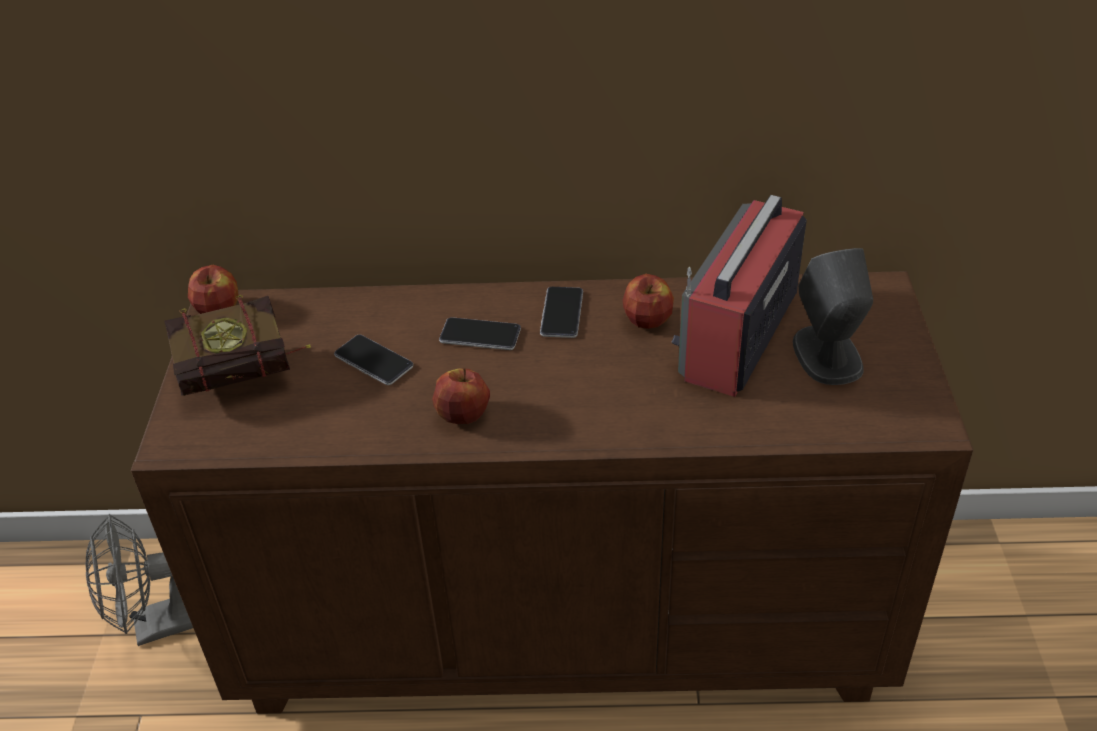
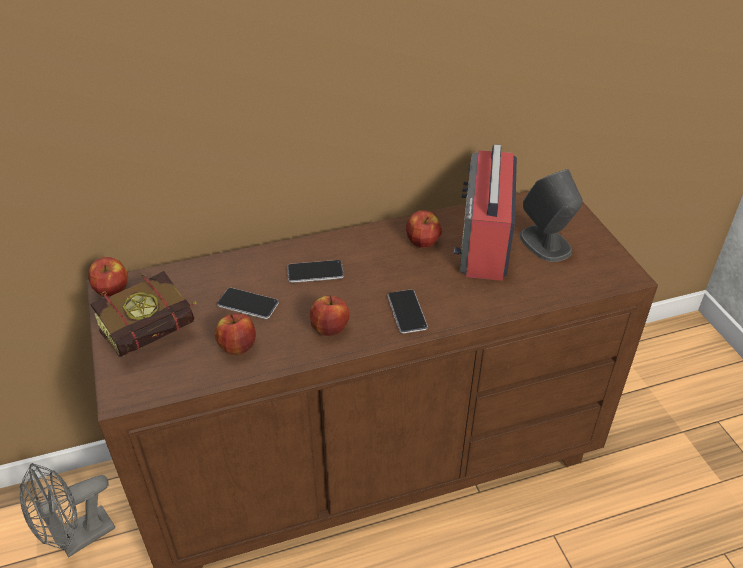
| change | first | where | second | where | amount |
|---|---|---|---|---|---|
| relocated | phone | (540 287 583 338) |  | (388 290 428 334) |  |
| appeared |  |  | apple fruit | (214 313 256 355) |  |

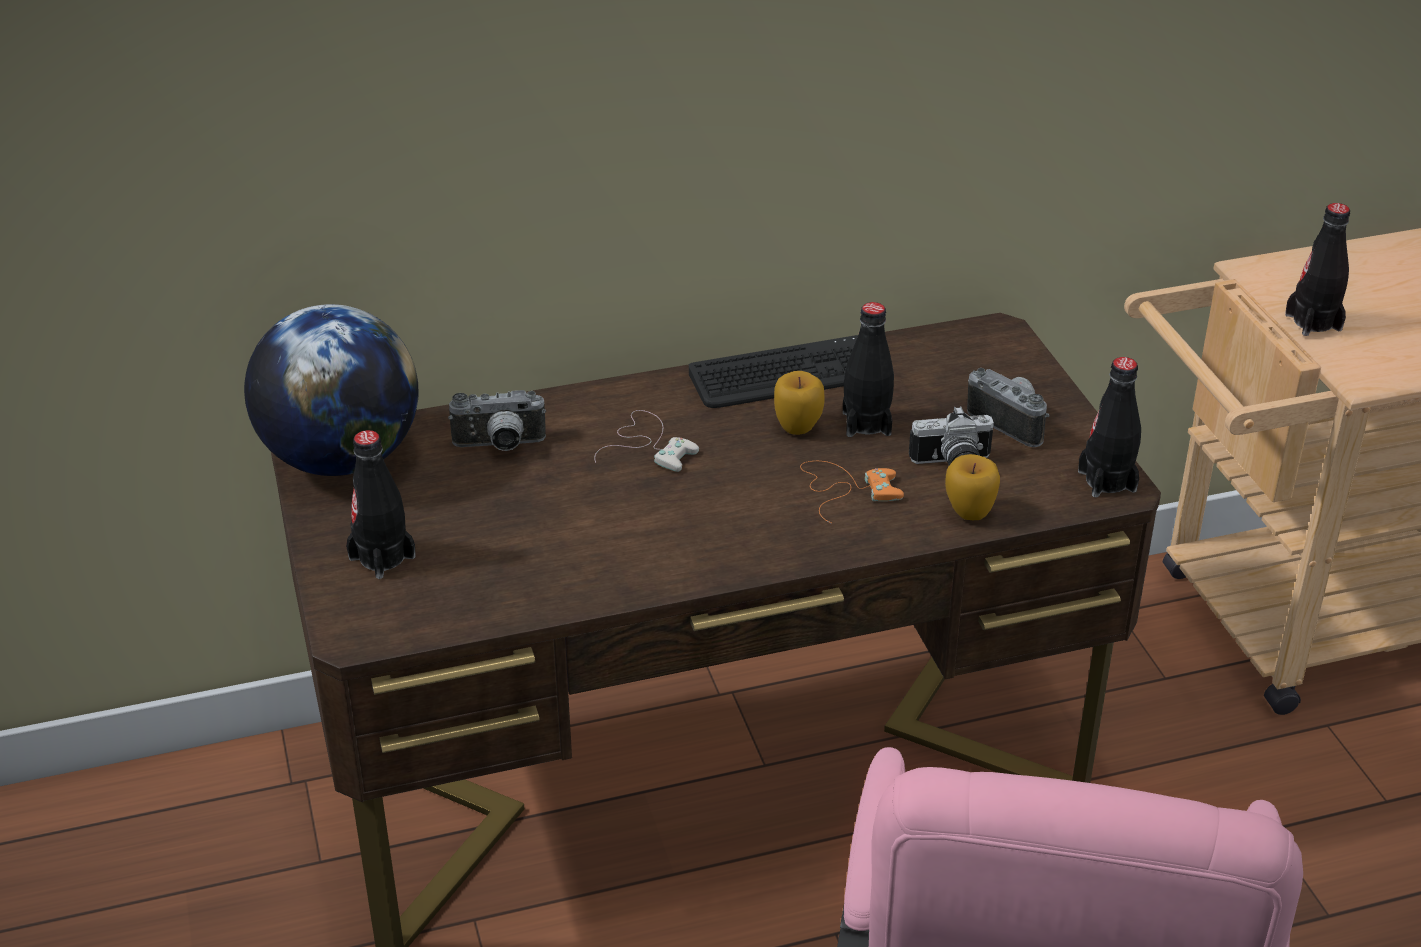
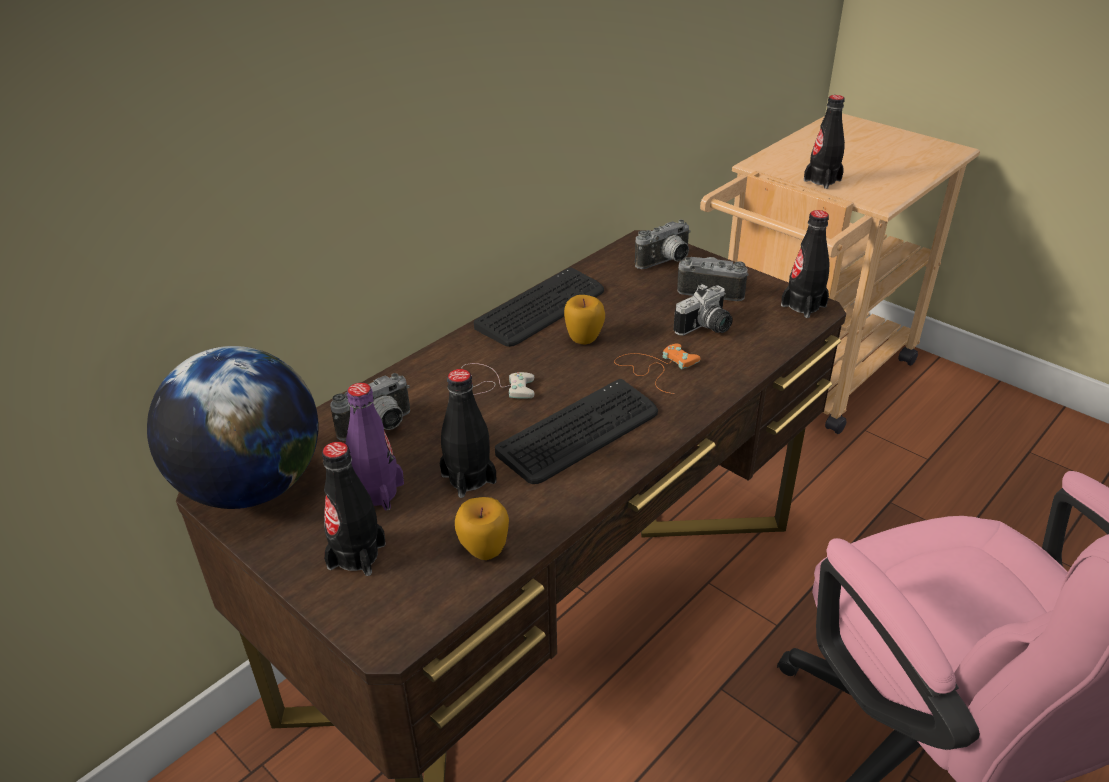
| change | first | where | second | where | amount |
|---|---|---|---|---|---|
| relocated | beverage bottle in blackish | (843 302 894 437) |  | (440 369 496 498) |  |
| relocated | apple fruit | (945 454 1000 520) |  | (455 497 509 560) |  |
| appeared |  |  | still camera | (635 219 691 269) |  |
| appeared |  |  | PC keyboard | (495 379 658 484) |  |
| appeared |  |  | beverage bottle in purplish | (345 383 404 511) |  |

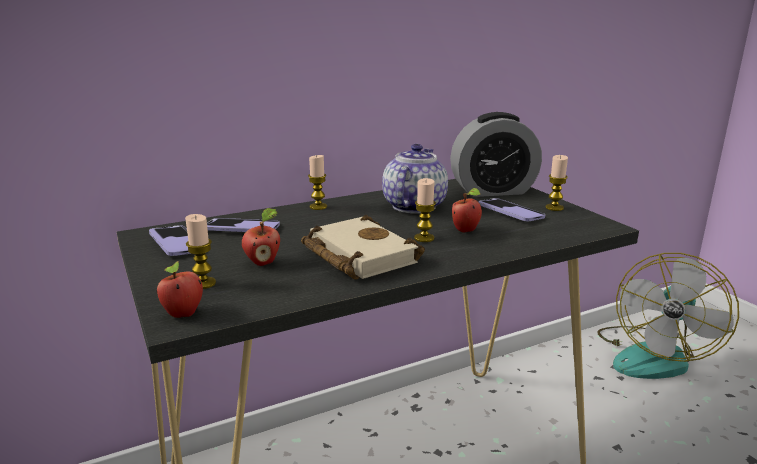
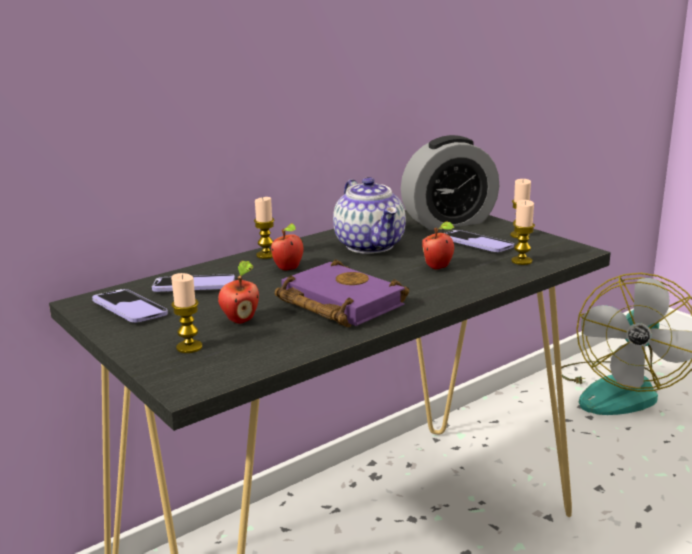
| change | first | where | second | where | amount |
|---|---|---|---|---|---|
| spun | teapot | (382 144 448 214) |  | (333 177 406 254) | 150 degrees clockwise |
| relocated | wax light | (414 178 436 242) |  | (511 200 535 265) |  |
| colour | book in beige-coloured | (301 215 425 279) | book in purplish | (275 259 409 327) |  |
| relocated | apple fruit | (156 261 203 318) |  | (271 223 303 271) |  |

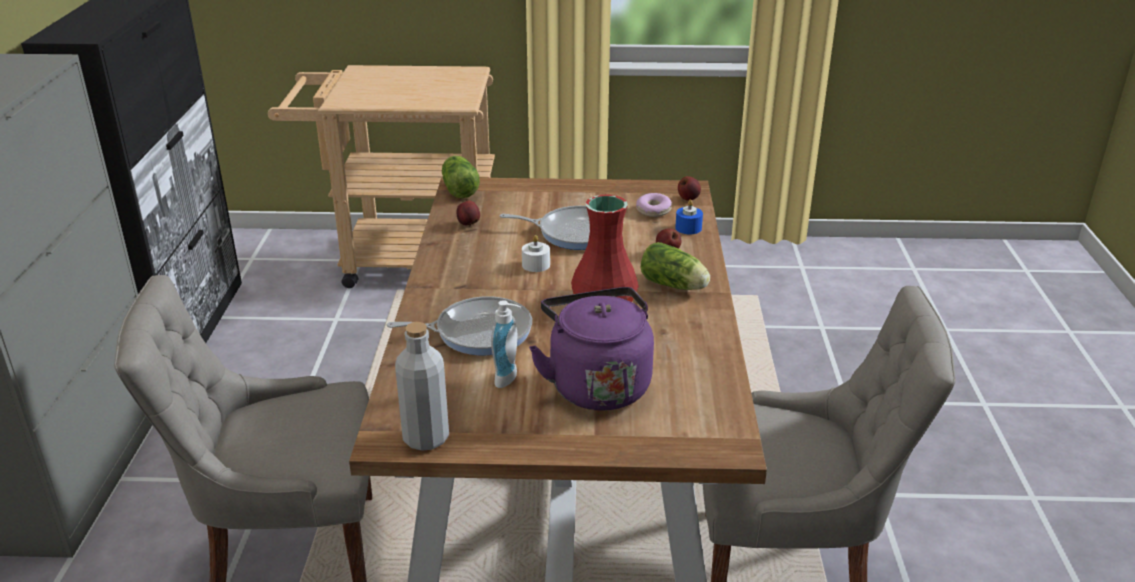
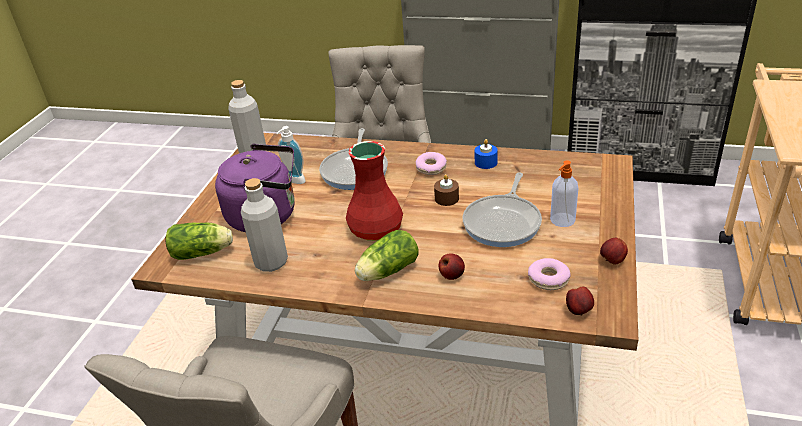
| change | first | where | second | where | amount |
|---|---|---|---|---|---|
| relocated | head of lettuce | (442 156 480 198) |  | (165 223 233 260) |  |
| relocated | wax light in bluish | (675 199 703 234) |  | (475 139 498 169) |  |
| relocated | apple fruit | (457 200 480 226) |  | (600 238 628 264) |  |
| colour | wax light in white-coloured | (522 235 550 272) | wax light in brown | (434 174 459 206) |  |
| appeared |  |  | doughnut | (416 152 447 175) |  |
| appeared |  |  | liquid soap bottle | (550 160 578 227) |  |
| appeared |  |  | beverage bottle in grey | (241 178 288 272) |  |

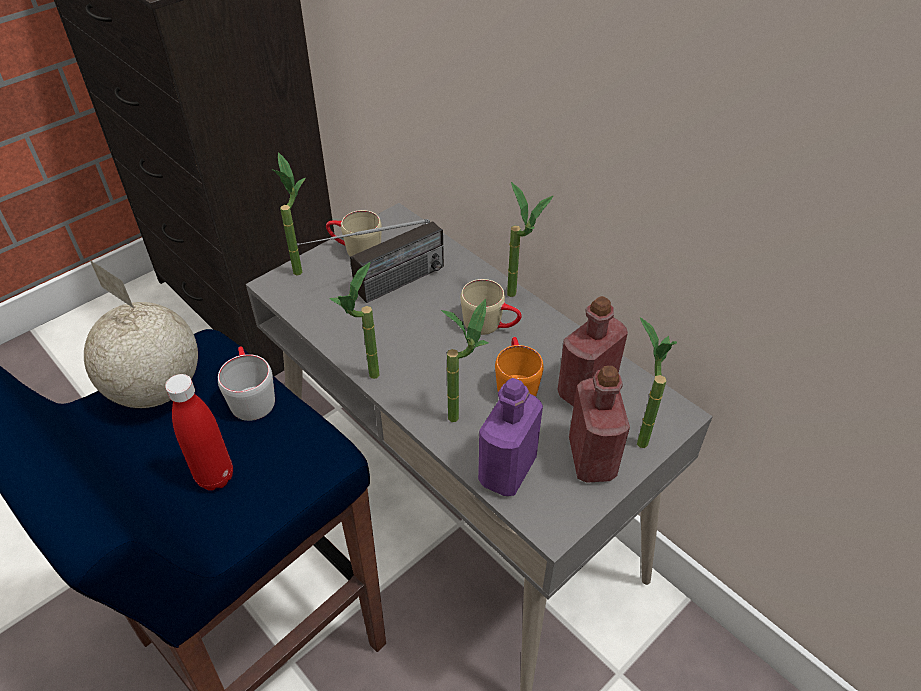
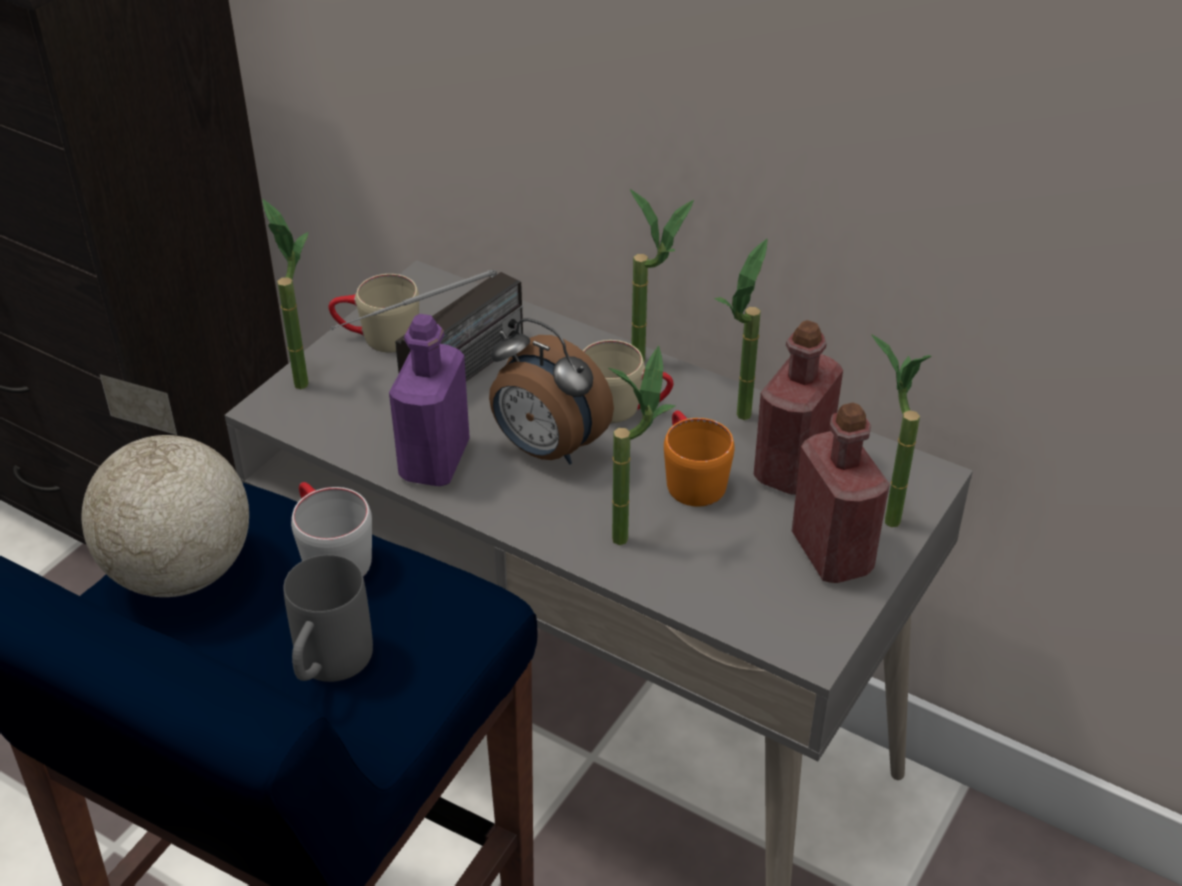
| change | first | where | second | where | amount |
|---|---|---|---|---|---|
| relocated | houseplant | (329 262 380 379) |  | (714 239 768 420) |  |
| exchanged | beverage bottle in red | (165 374 233 491) | mug in grey | (283 555 373 682) |  |
| relocated | beverage bottle in purplish | (478 378 543 496) |  | (389 314 470 486) |  |
| appeared |  |  | table clock | (489 318 614 464) |  |

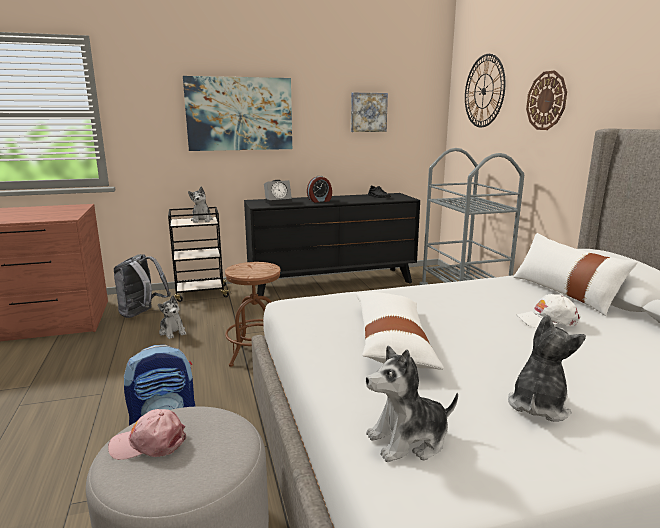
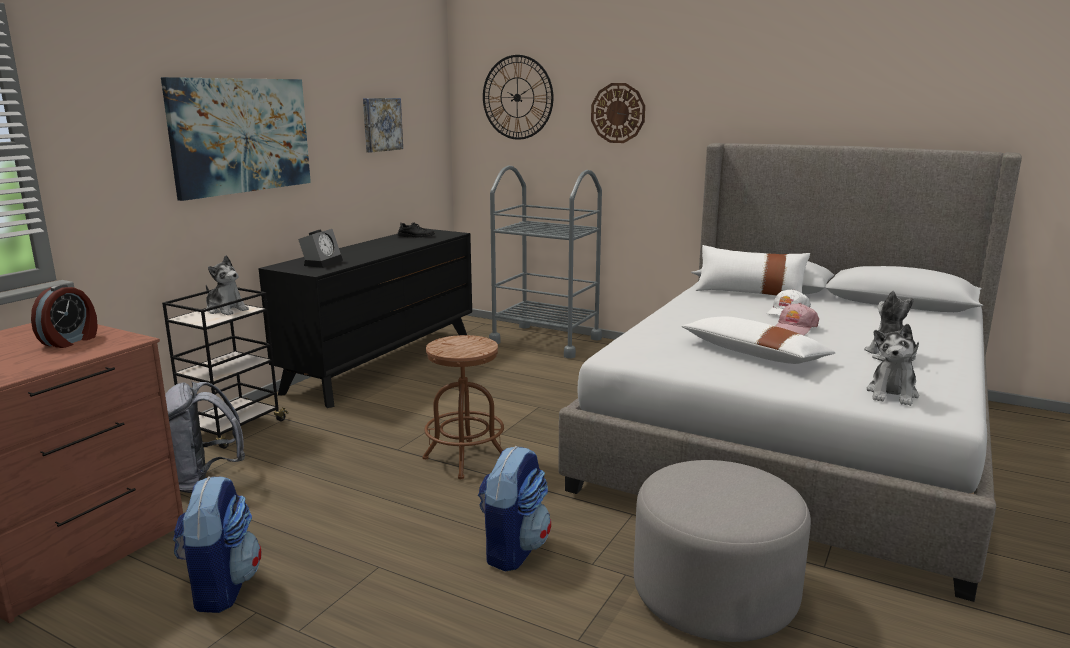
| change | first | where | second | where | amount |
|---|---|---|---|---|---|
| relocated | table clock | (307 176 332 202) |  | (31 284 98 348) |  |
| missing | cuddly toy | (158 295 186 339) |  |  |  |
| relocated | cap in pink | (108 409 186 460) |  | (776 303 819 335) |  |
| appeared |  |  | backpack | (173 476 262 613) |  |

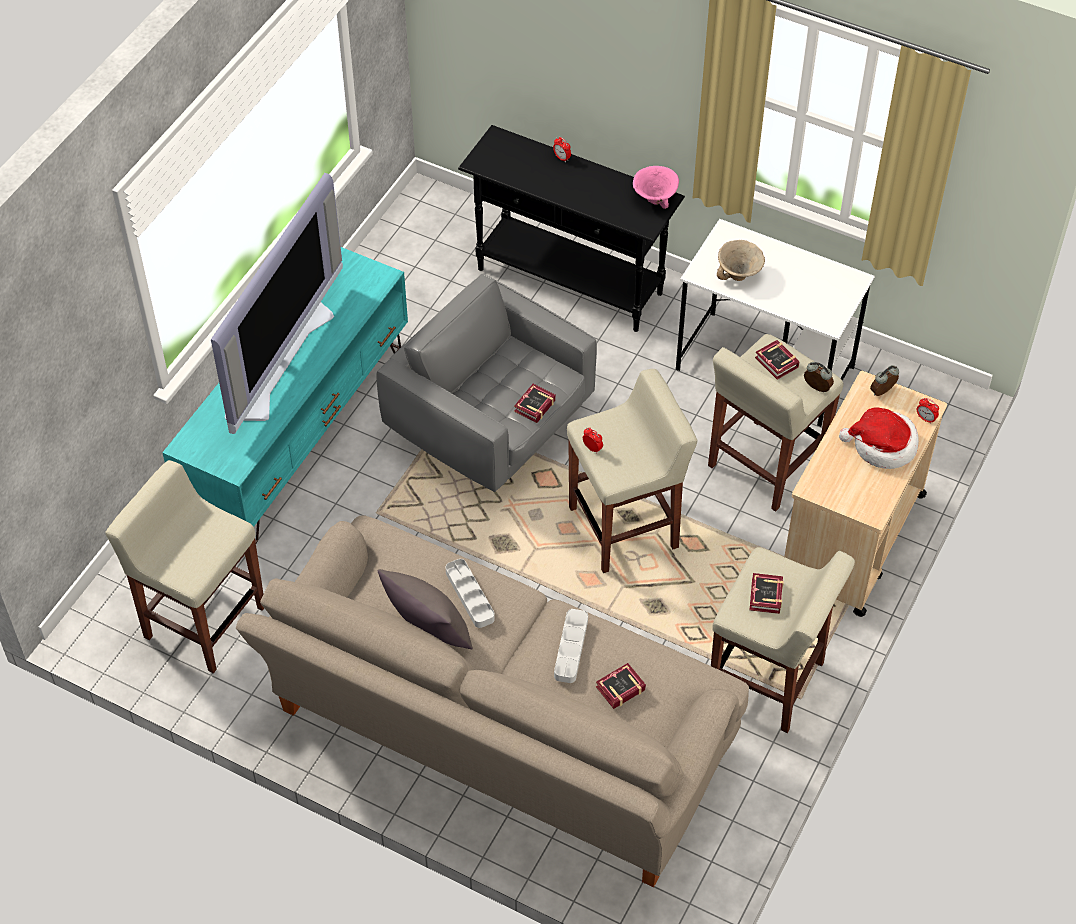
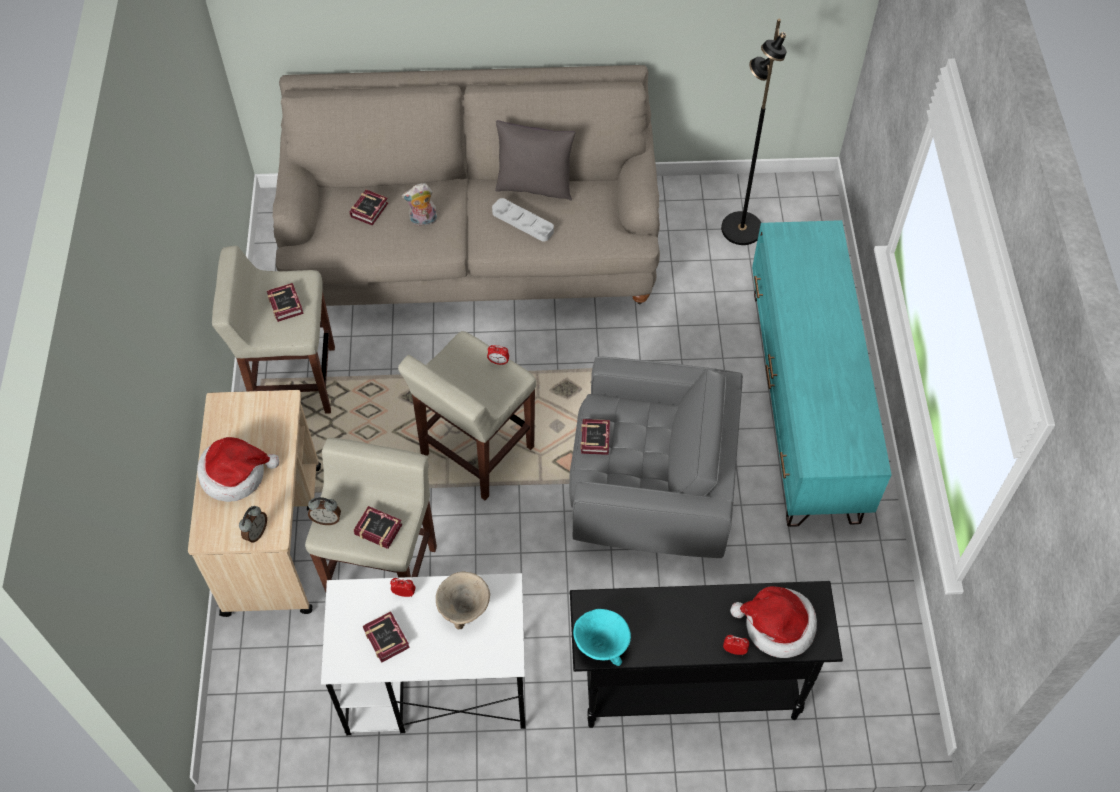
| change | first | where | second | where | amount |
|---|---|---|---|---|---|
| colour | deep dish in pink | (633 166 679 209) | deep dish in turquoise-coloured | (573 609 631 666) |  |
| missing | television | (211 173 343 434) |  |  |  |
| relocated | table clock | (917 398 939 424) |  | (390 578 415 597) |  |
| exchanged | stool in beige-coloured | (105 460 264 673) | standing lamp in blackish | (721 19 786 245) |  |
| exchanged | tray in grey | (554 609 588 683) | cuddly toy | (401 183 437 226) |  |
| appeared |  |  | hat | (730 586 817 658) |  |
| appeared |  |  | book | (363 611 410 663) |  |

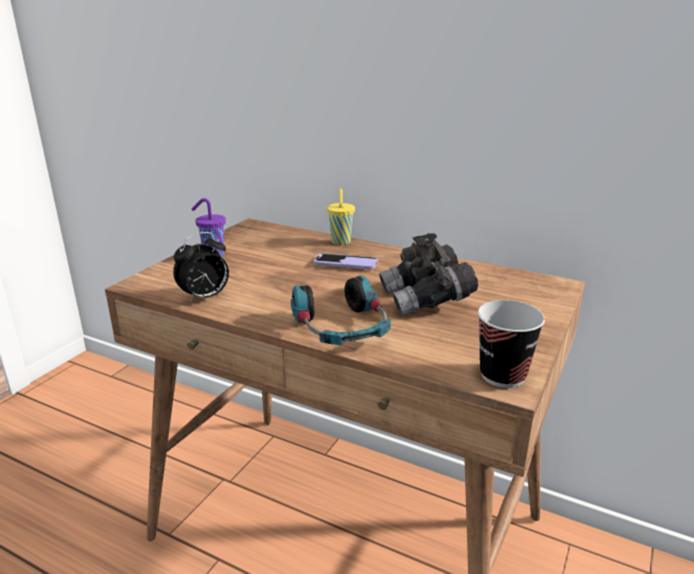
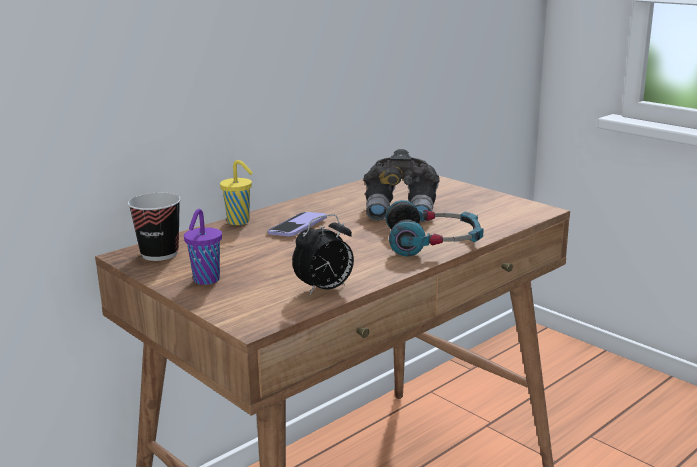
| change | first | where | second | where | amount |
|---|---|---|---|---|---|
| spun | table clock | (173 232 229 304) |  | (292 214 354 296) | 75 degrees clockwise |
| relocated | small cup | (478 300 545 388) |  | (128 193 181 261) |  |

